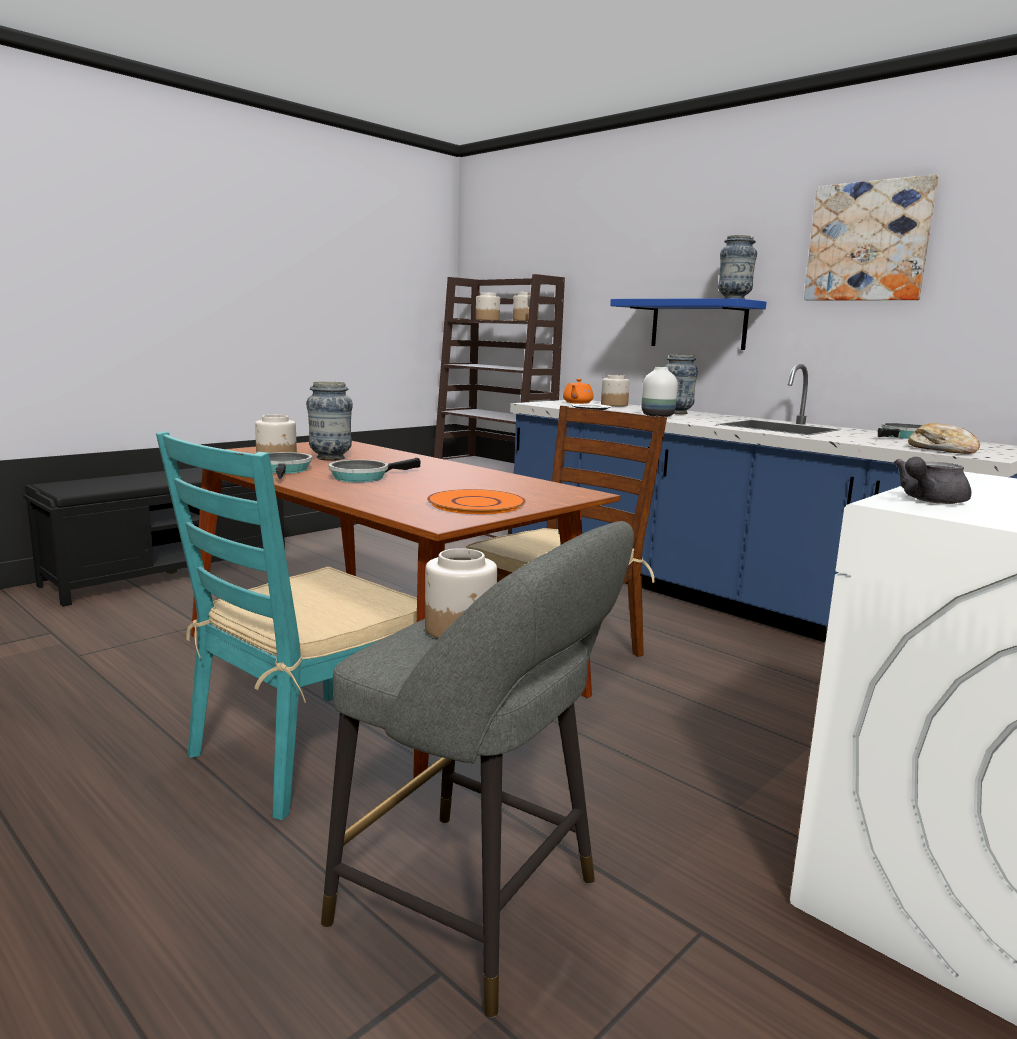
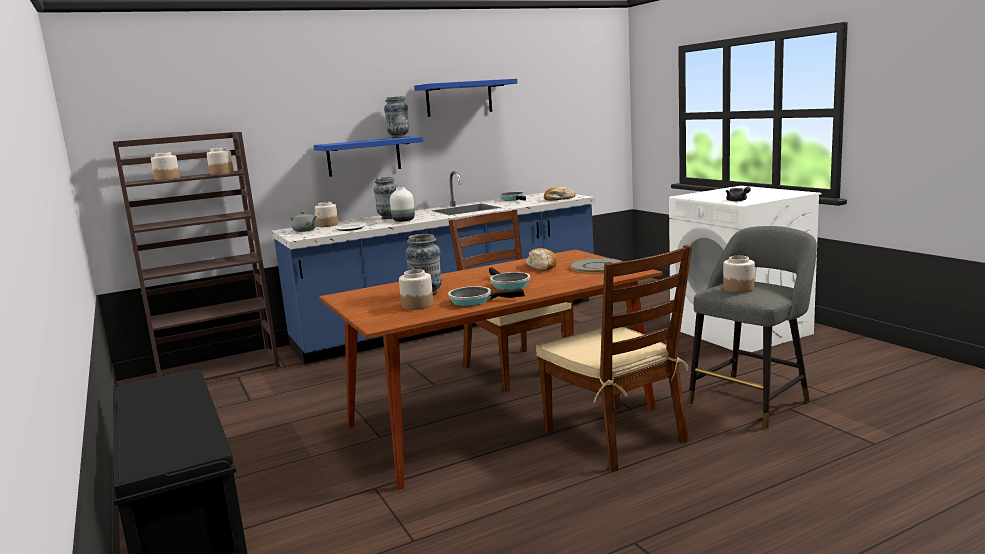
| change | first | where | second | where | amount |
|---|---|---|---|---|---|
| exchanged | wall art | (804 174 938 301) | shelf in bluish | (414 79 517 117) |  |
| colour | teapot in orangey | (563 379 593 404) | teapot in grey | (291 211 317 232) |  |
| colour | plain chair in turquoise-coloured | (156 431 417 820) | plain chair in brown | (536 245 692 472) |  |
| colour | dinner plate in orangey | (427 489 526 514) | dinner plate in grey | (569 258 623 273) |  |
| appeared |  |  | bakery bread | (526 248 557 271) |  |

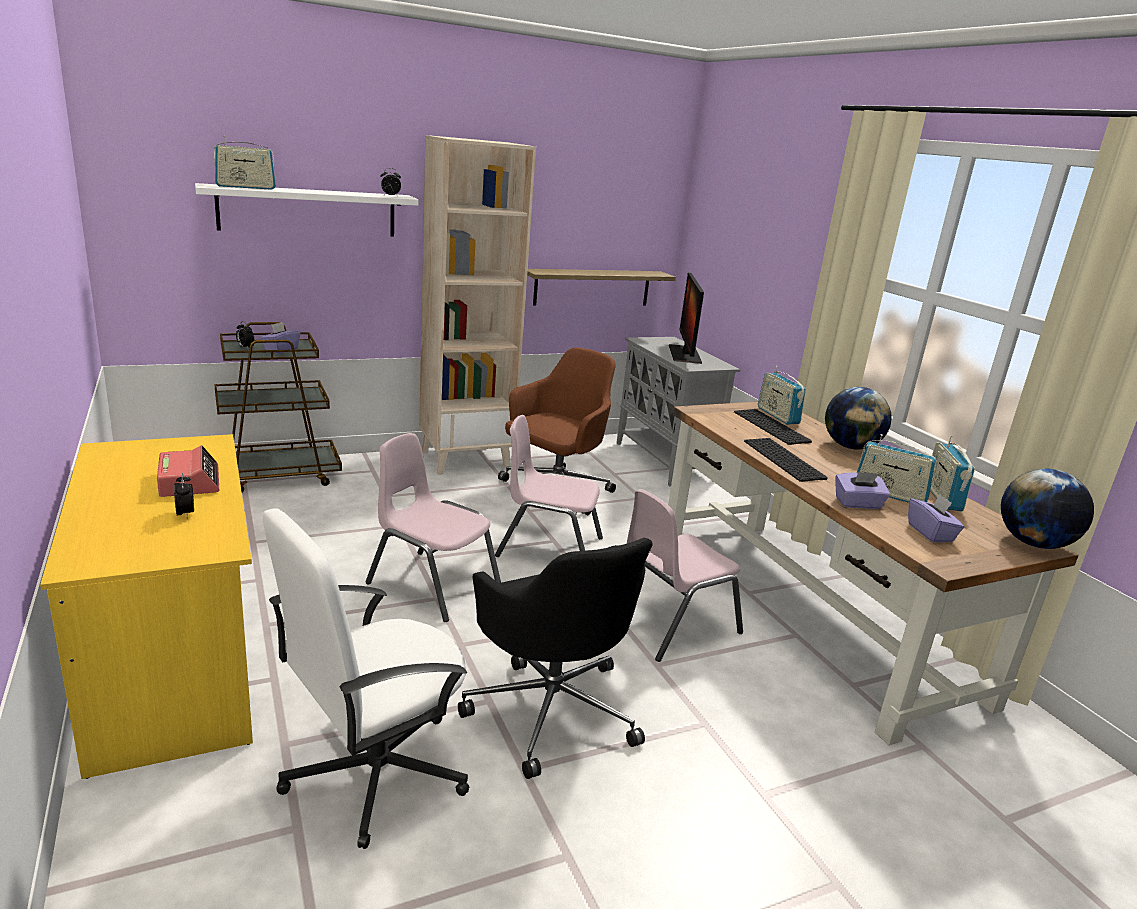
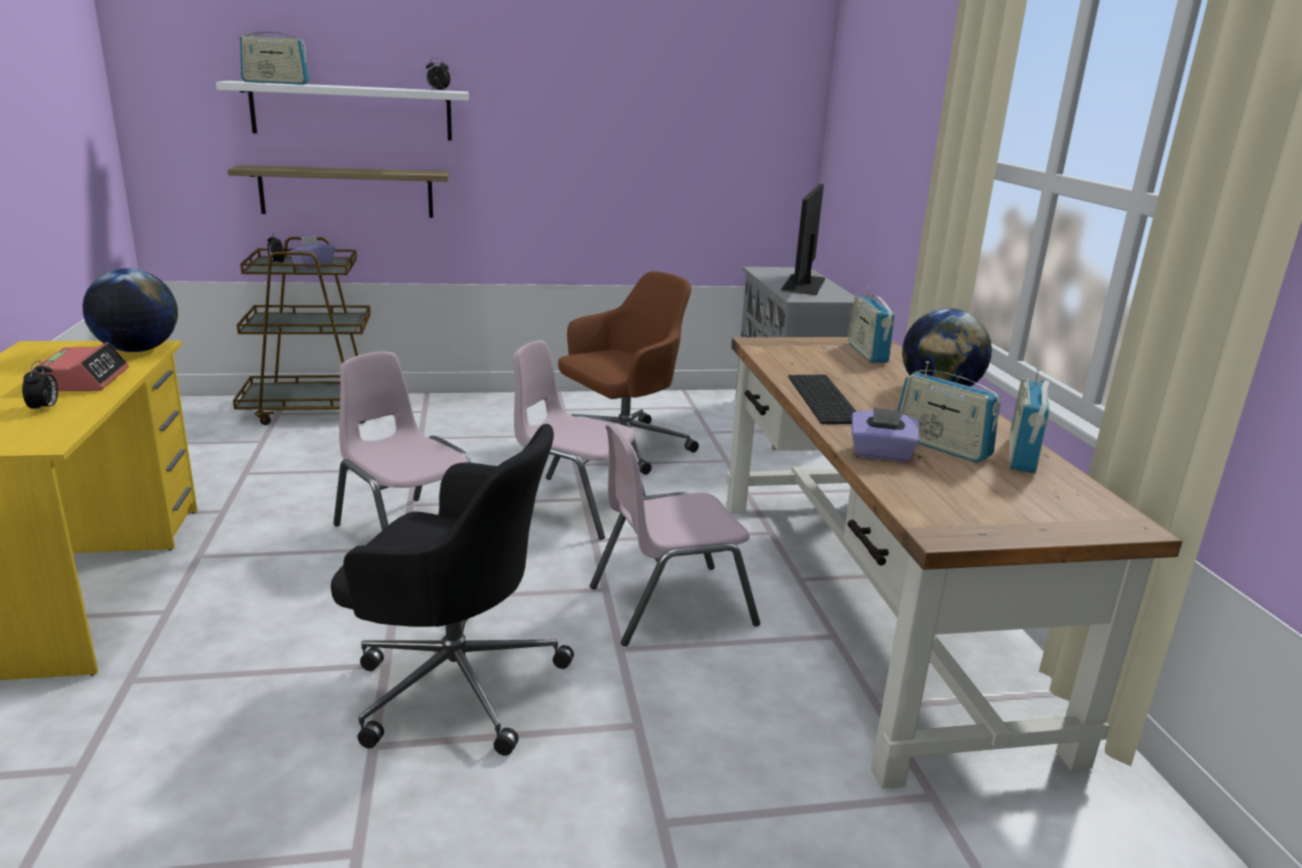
| change | first | where | second | where | amount |
|---|---|---|---|---|---|
| missing | shelving unit in beige-coloured | (419 135 536 475) |  |  |  |
| relocated | shelf | (527 269 676 306) |  | (228 165 449 218) |  |
| missing | PC keyboard | (734 409 812 445) |  |  |  |
| relocated | desk globe | (1001 468 1094 549) |  | (83 268 178 352) |  |
| missing | box of tissues in purplish | (908 494 964 542) |  |  |  |
| missing | computer chair in white-coloured | (263 509 469 849) |  |  |  |
| spun | computer chair in blackish | (458 538 653 779) |  | (331 424 574 756) | 60 degrees counterclockwise |

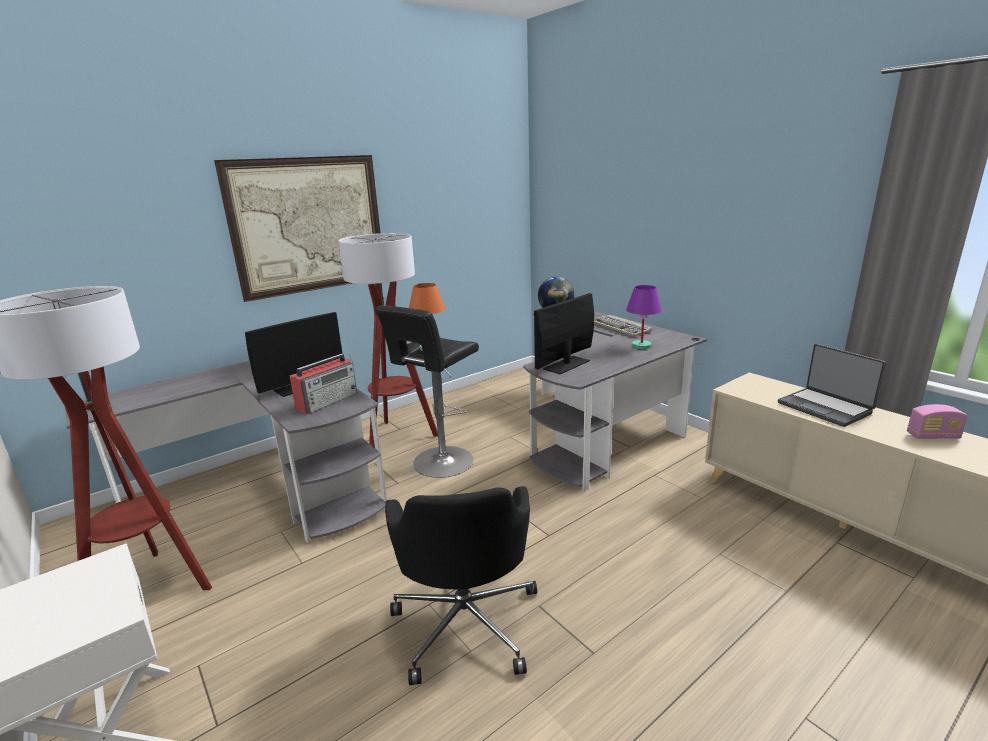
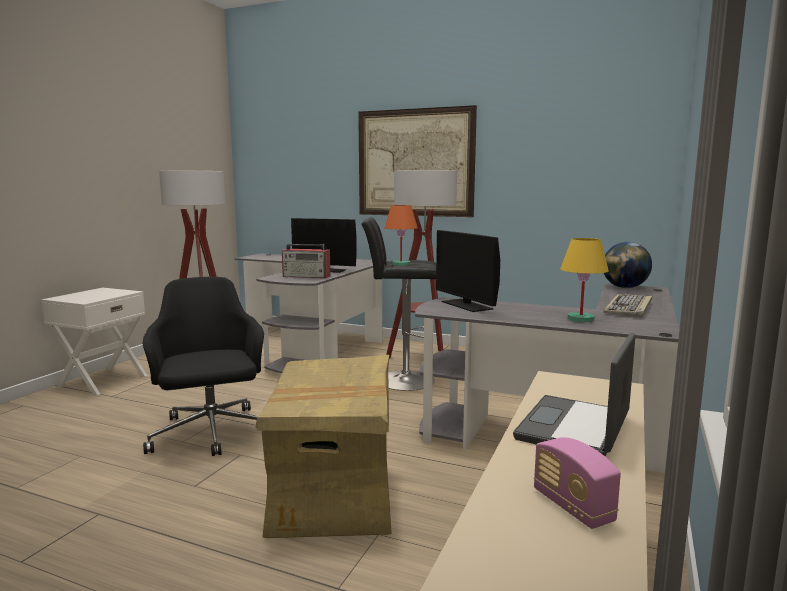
| change | first | where | second | where | amount |
|---|---|---|---|---|---|
| colour | tabletop lamp in purplish | (626 285 662 349) | tabletop lamp in yellowish | (560 238 609 322) |  |
| spun | monitor | (534 293 594 374) |  | (436 230 500 312) | 135 degrees counterclockwise |
| spun | computer chair in blackish | (385 486 537 685) |  | (143 277 264 456) | 105 degrees clockwise |
| appeared |  |  | carton | (256 355 392 538) |  |

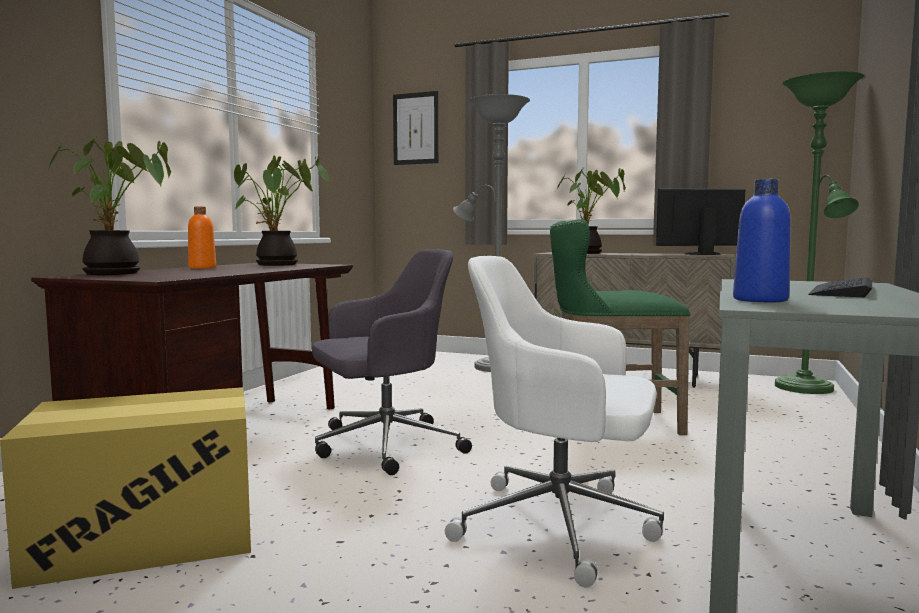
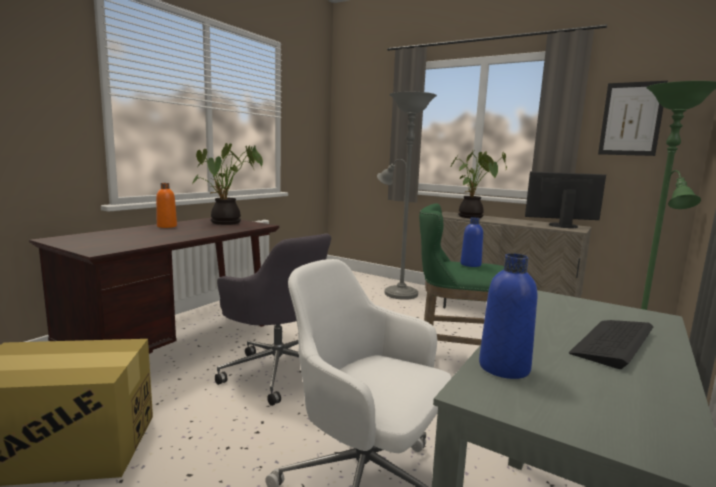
| change | first | where | second | where | amount |
|---|---|---|---|---|---|
| relocated | wall art | (393 91 438 165) |  | (598 81 668 156) |  |
| missing | houseplant | (47 133 171 275) |  |  |  |
| spun | computer chair in grey | (312 249 472 475) |  | (215 234 331 406) | 60 degrees clockwise |
| appeared |  |  | beverage bottle in bluish | (461 217 483 267) |  |

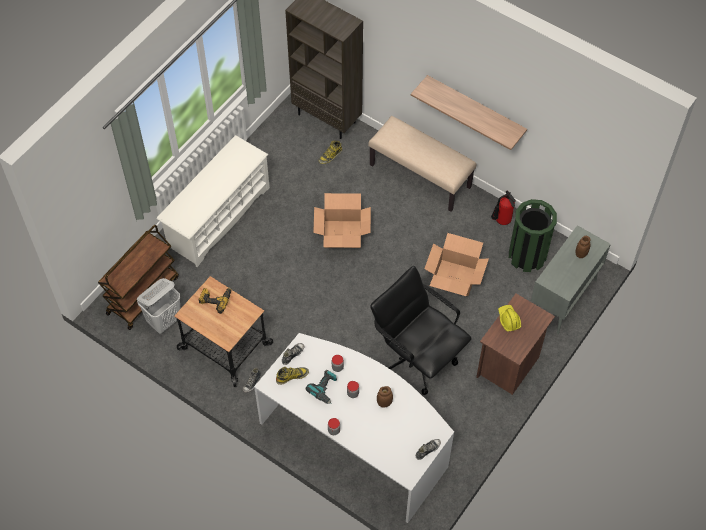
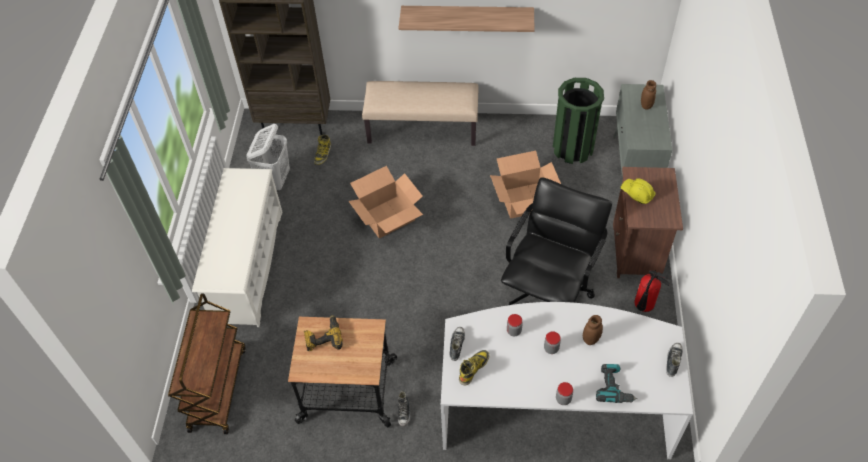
| change | first | where | second | where | amount |
|---|---|---|---|---|---|
| relocated | fire-fighting cylinder | (491 191 516 225) |  | (634 270 672 312) |  |
| spun | computer chair in blackish | (370 266 472 395) |  | (501 177 612 305) | 105 degrees clockwise |
| relocated | washing basket in white-coloured | (137 278 181 333) |  | (246 124 290 190) |  |
| relocated | drill | (306 370 337 404) |  | (596 364 638 403) |  |

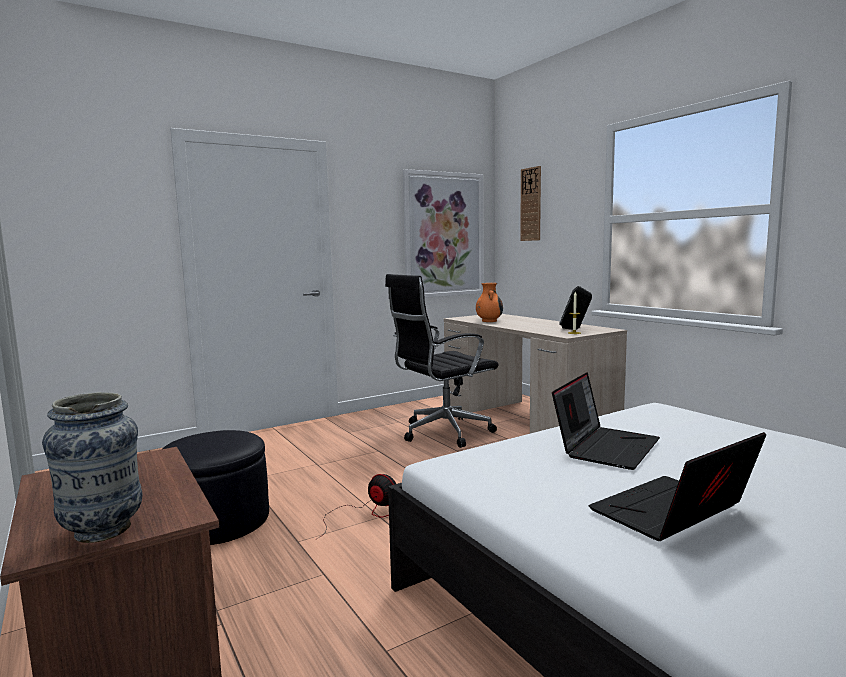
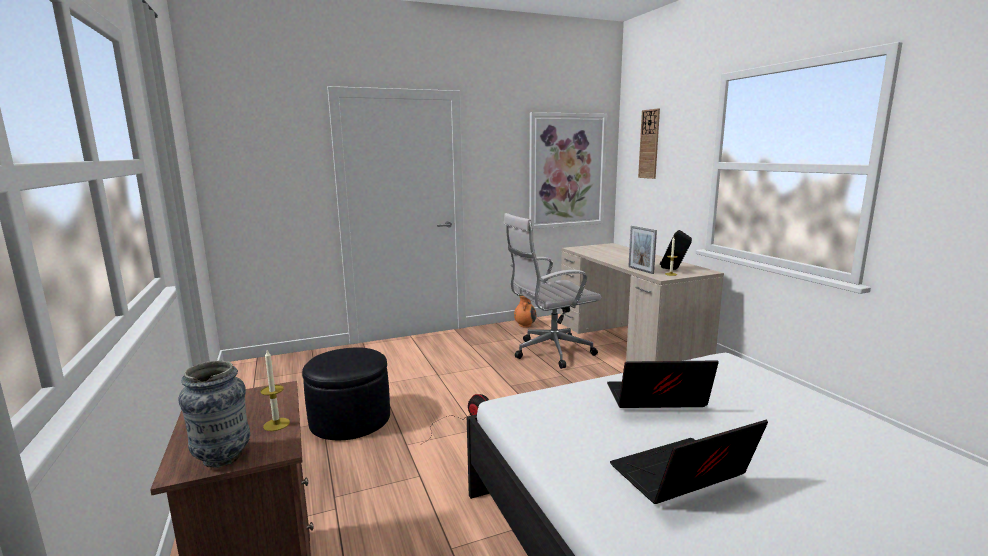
| change | first | where | second | where | amount |
|---|---|---|---|---|---|
| colour | computer chair in blackish | (385 274 498 448) | computer chair in white-coloured | (504 213 601 369) |  |
| relocated | decorative vase in orangey | (476 283 503 322) |  | (514 296 536 328) |  |
| spun | laptop | (552 372 660 470) |  | (607 360 719 408) | 135 degrees counterclockwise |
| appeared |  |  | standing frame | (628 226 657 274) |  |
| appeared |  |  | wax light | (261 350 290 431) |  |

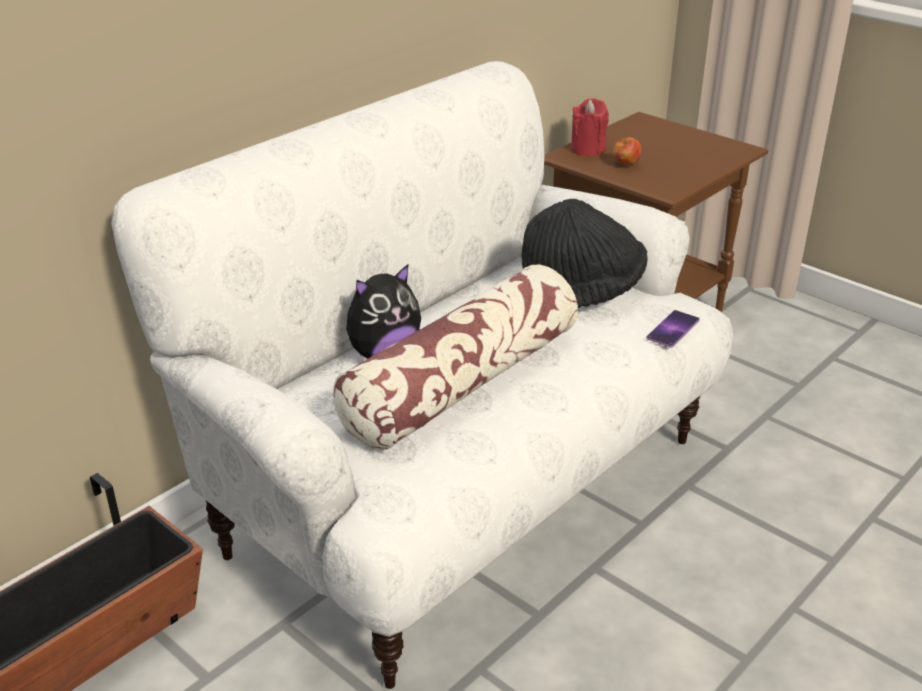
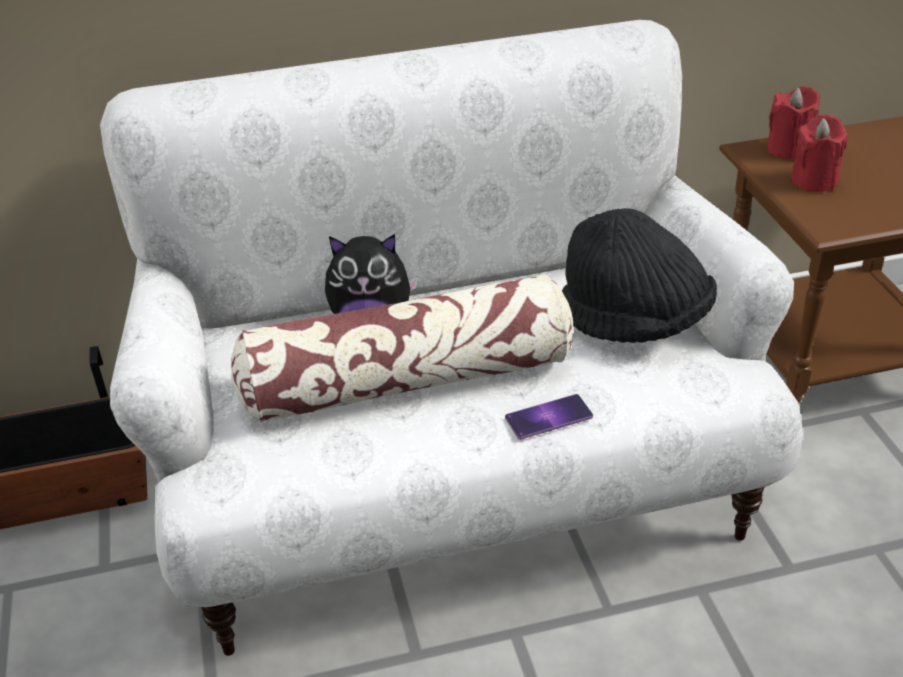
| change | first | where | second | where | amount |
|---|---|---|---|---|---|
| exchanged | apple fruit | (613 137 641 165) | wax light in red | (791 114 848 192) |  |
| relocated | phone | (646 310 700 348) |  | (505 394 593 440) |  |

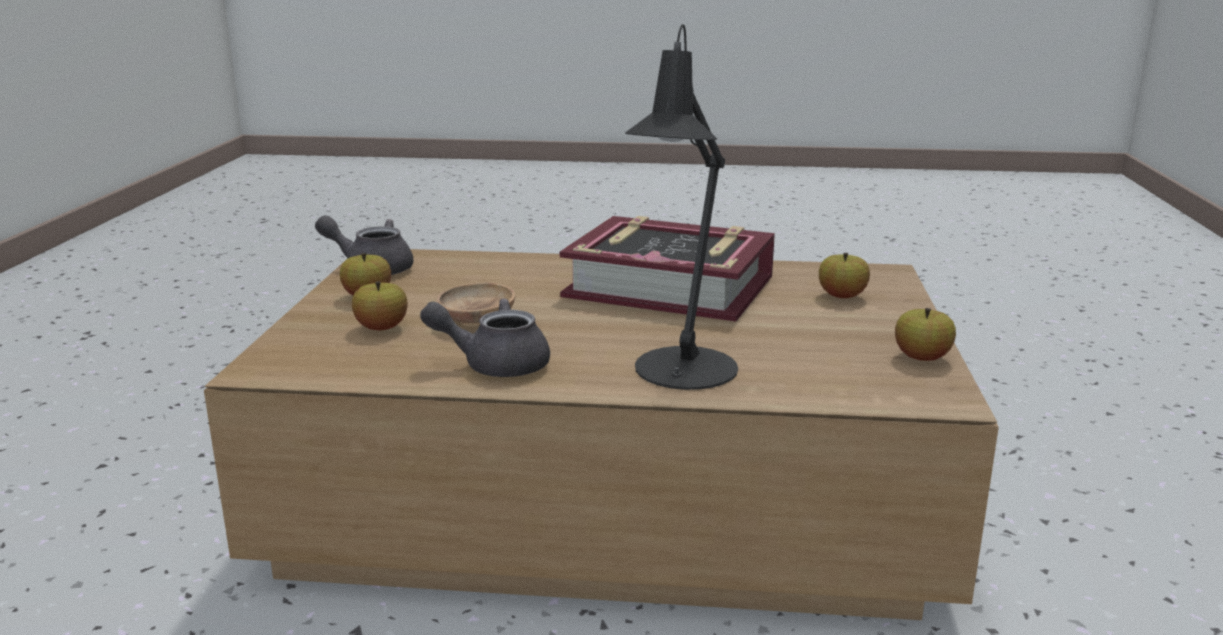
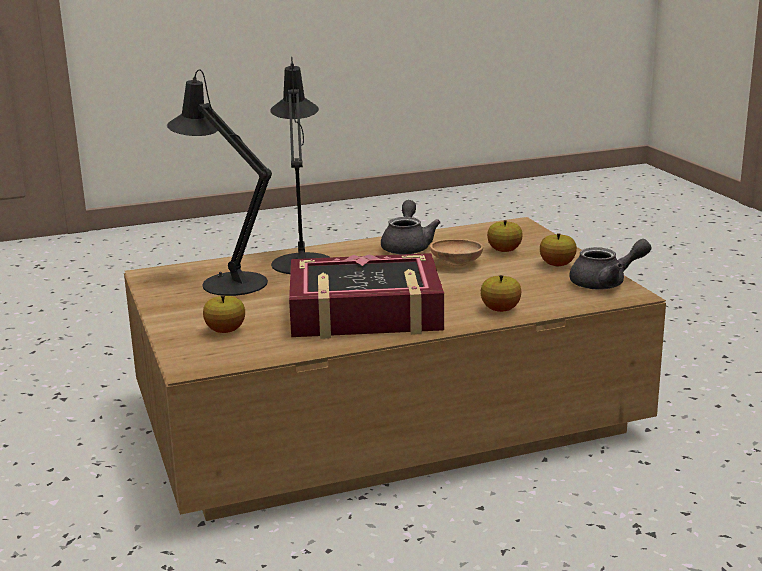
| change | first | where | second | where | amount |
|---|---|---|---|---|---|
| spun | teapot in grey | (420 298 550 377) |  | (381 200 441 254) | 60 degrees counterclockwise |
| relocated | apple fruit | (895 308 956 361) |  | (481 275 521 312) |  |
| appeared |  |  | tabletop lamp in blackish | (167 69 272 296) |  |

